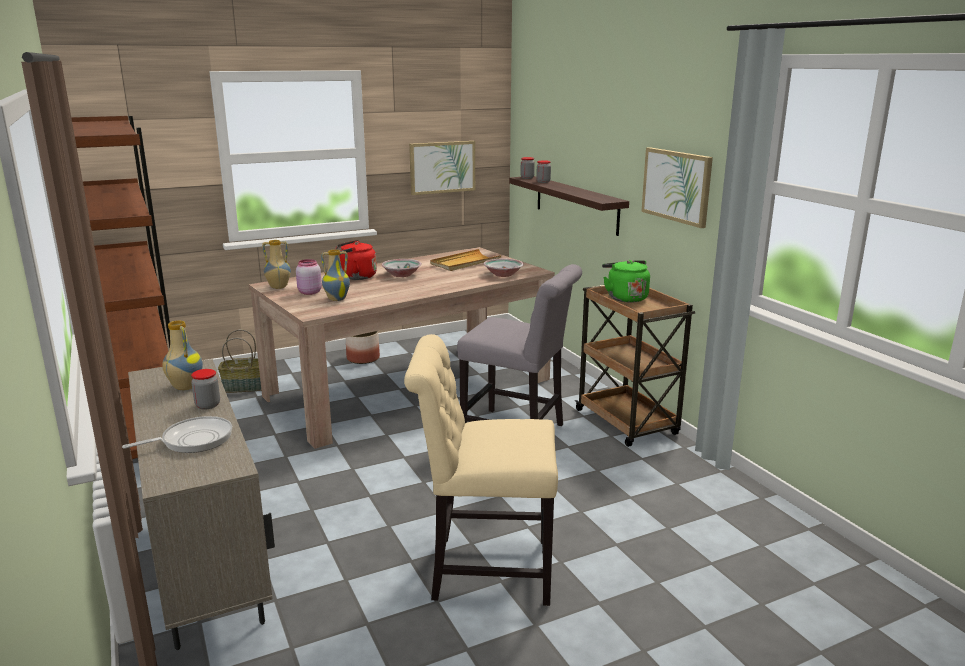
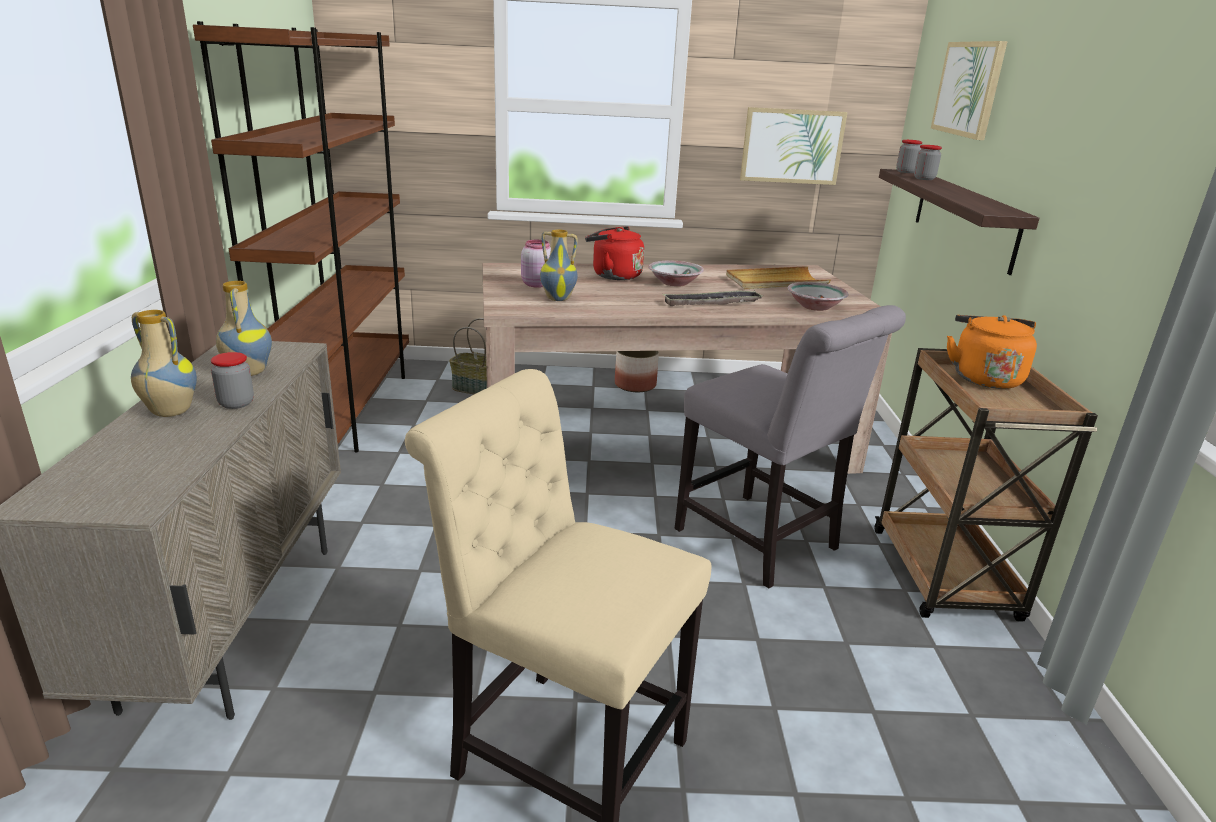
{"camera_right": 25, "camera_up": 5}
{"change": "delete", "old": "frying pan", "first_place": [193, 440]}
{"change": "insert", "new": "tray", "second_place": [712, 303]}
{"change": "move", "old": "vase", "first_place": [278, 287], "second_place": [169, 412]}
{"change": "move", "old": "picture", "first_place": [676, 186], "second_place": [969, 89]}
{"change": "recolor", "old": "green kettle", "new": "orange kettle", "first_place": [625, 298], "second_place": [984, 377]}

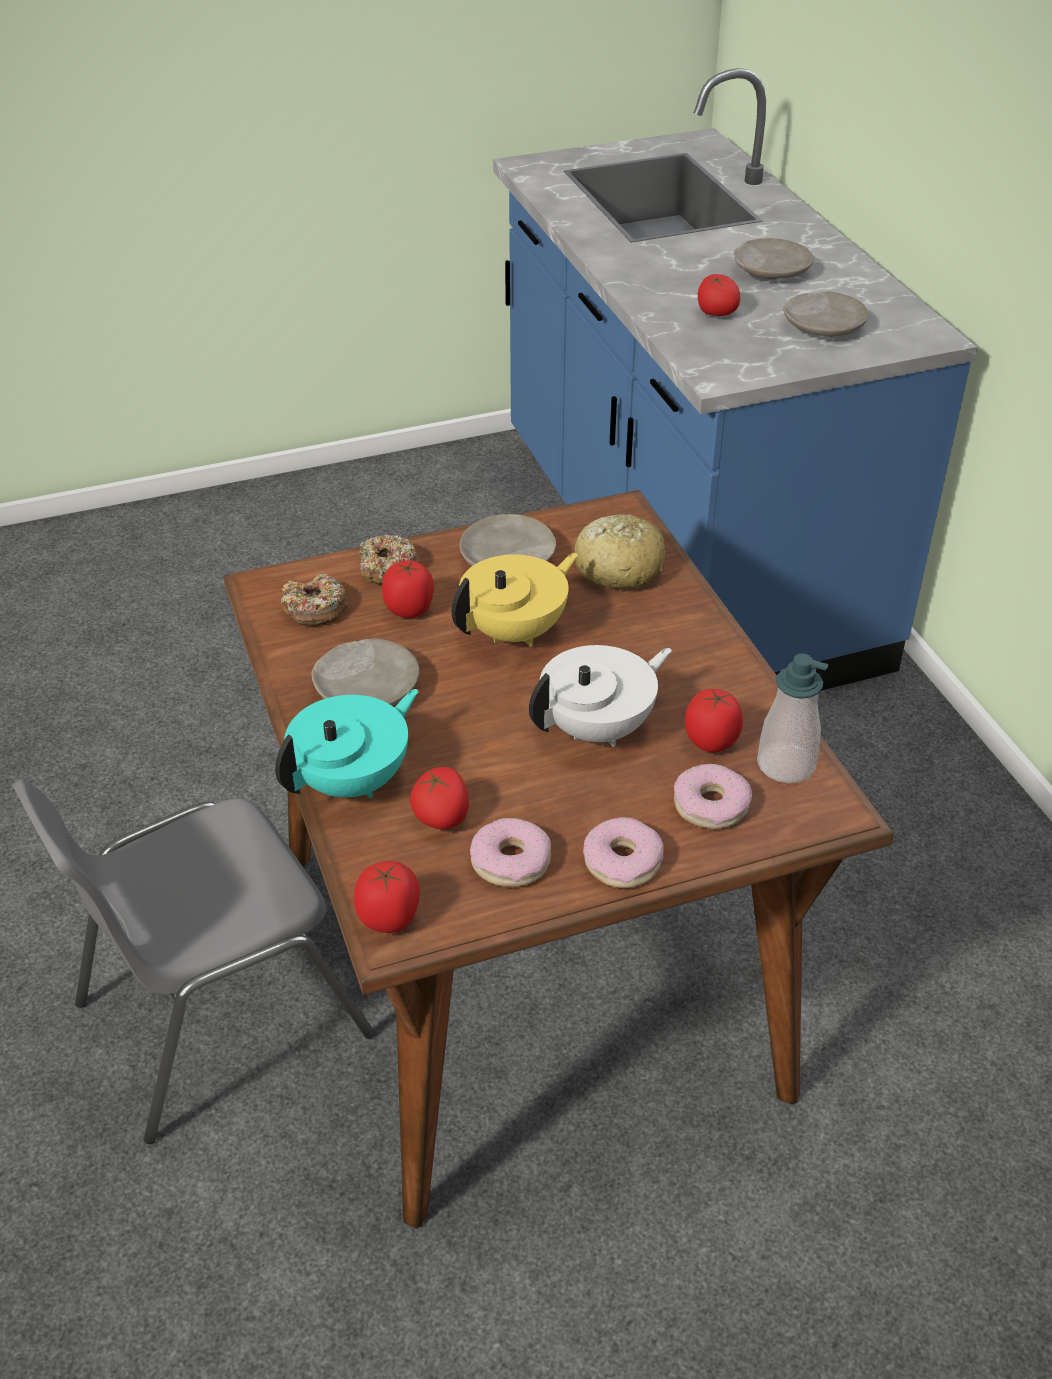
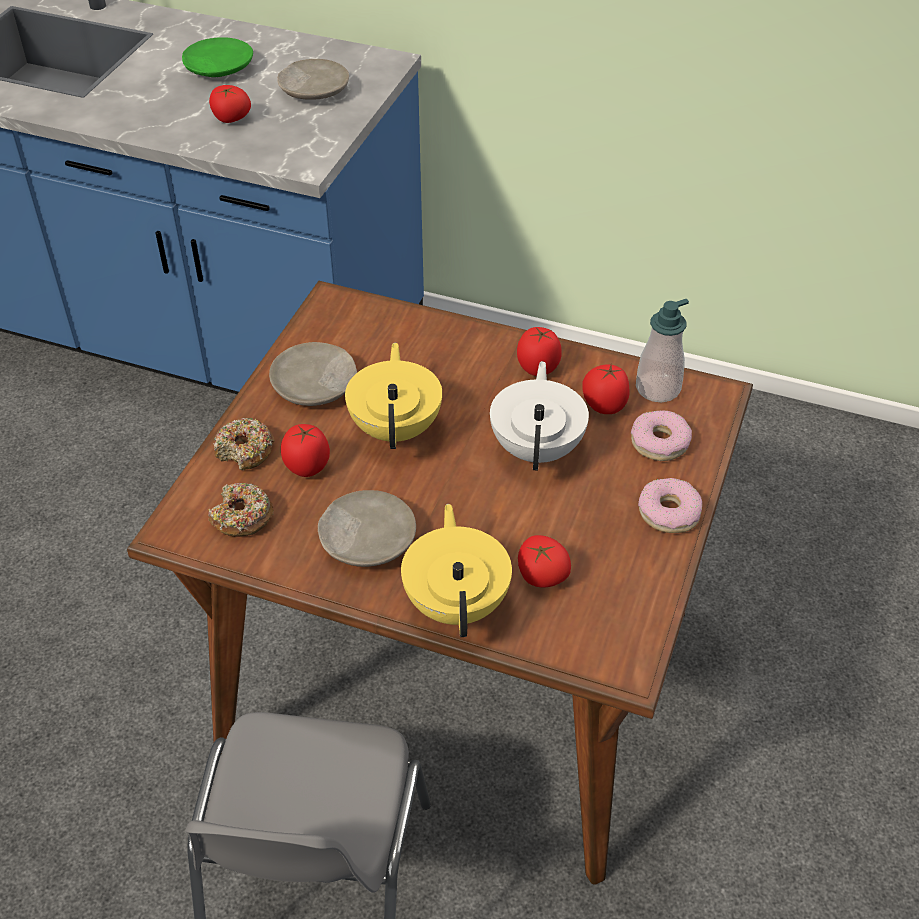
{"camera_right": -50, "camera_up": 5}
{"change": "delete", "old": "donut", "first_place": [511, 862]}
{"change": "delete", "old": "bread", "first_place": [618, 567]}
{"change": "move", "old": "tomato", "first_place": [389, 918], "second_place": [538, 368]}
{"change": "recolor", "old": "turquoise teapot", "new": "yellow teapot", "first_place": [354, 781], "second_place": [457, 602]}
{"change": "recolor", "old": "beige plate", "new": "green plate", "first_place": [771, 271], "second_place": [218, 68]}

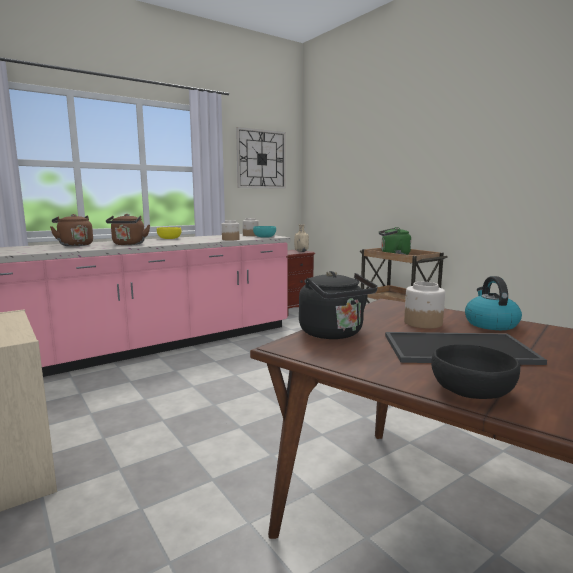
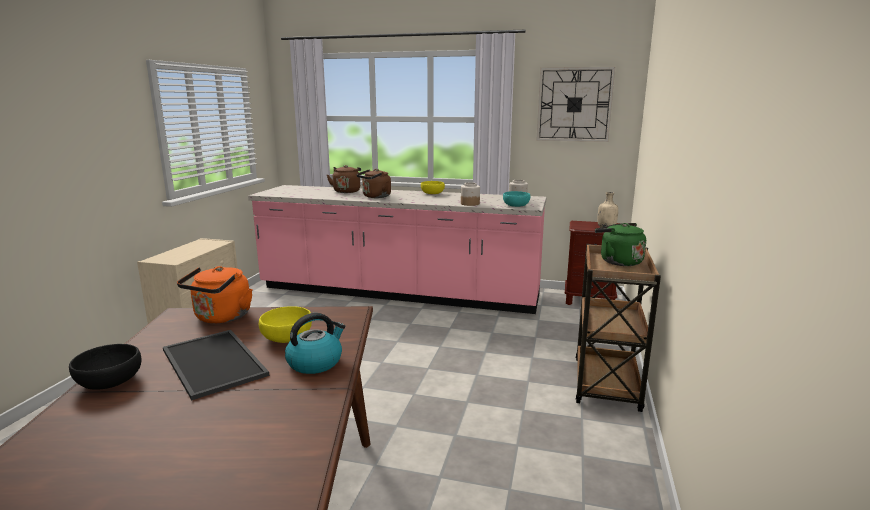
{"camera_right": 50, "camera_up": 5}
{"change": "replace", "old": "jar", "new": "yellow bowl", "first_place": [422, 323], "second_place": [287, 337]}
{"change": "recolor", "old": "black kettle", "new": "orange kettle", "first_place": [334, 334], "second_place": [221, 318]}

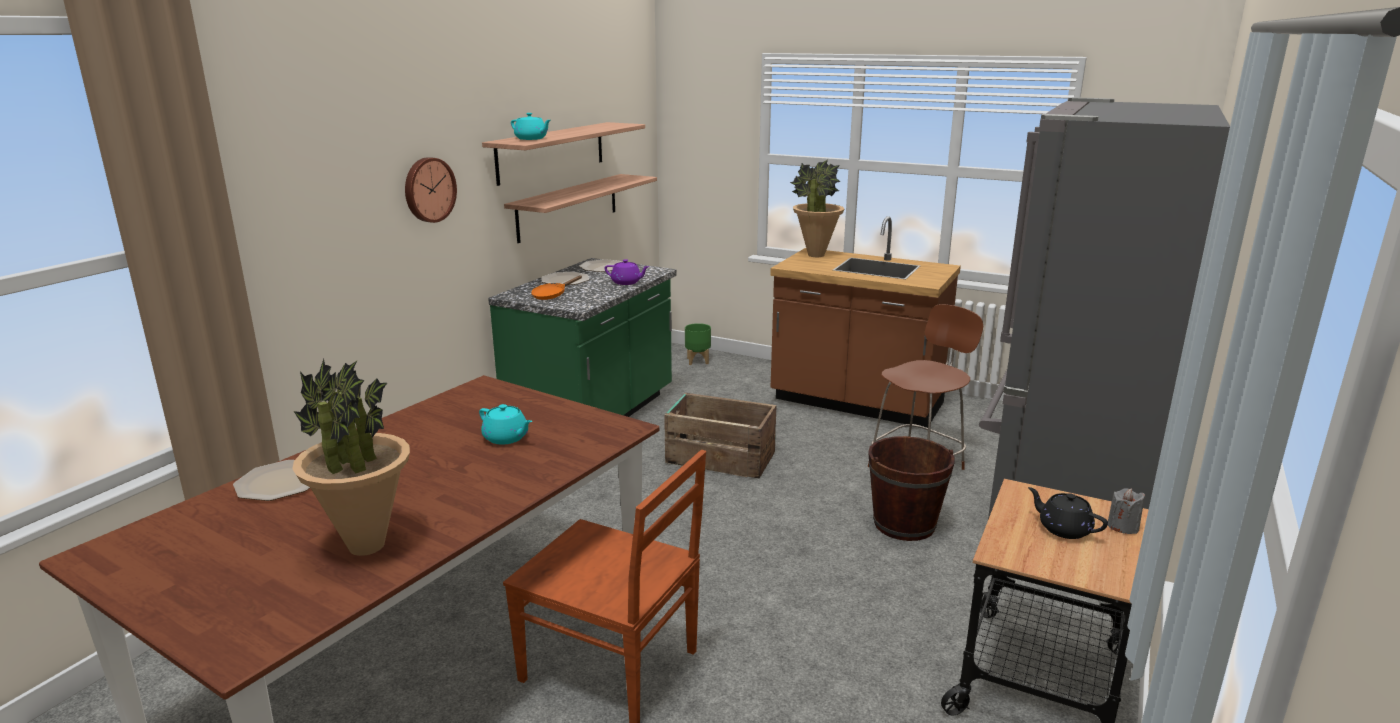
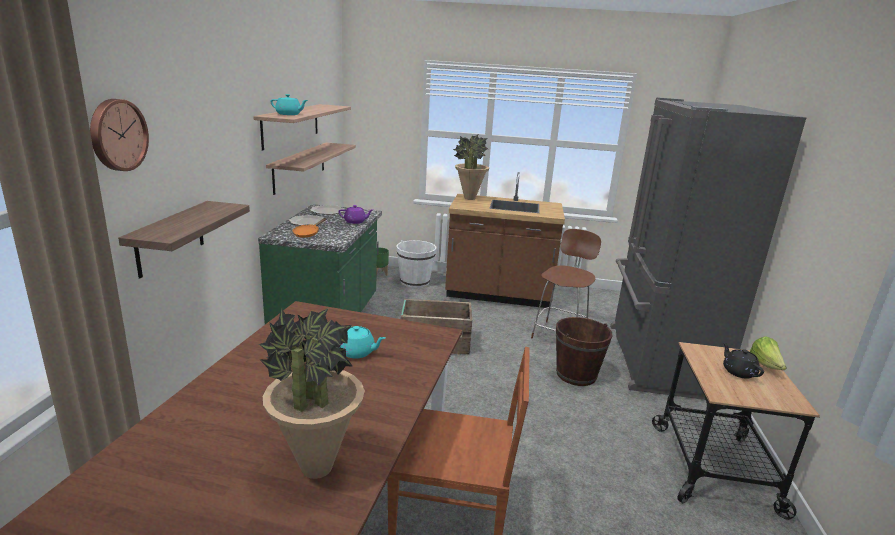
{"camera_right": -20, "camera_up": 0}
{"change": "delete", "old": "plate", "first_place": [279, 483]}
{"change": "insert", "new": "shelf", "second_place": [170, 238]}
{"change": "insert", "new": "white bucket", "second_place": [415, 282]}
{"change": "move", "old": "wall clock", "first_place": [428, 189], "second_place": [117, 135]}
{"change": "replace", "old": "grey candle", "new": "lettuce", "first_place": [1123, 527], "second_place": [765, 365]}
{"change": "rotate", "old": "black teapot", "first_place": [1063, 529], "second_place": [738, 372], "degrees": 45}

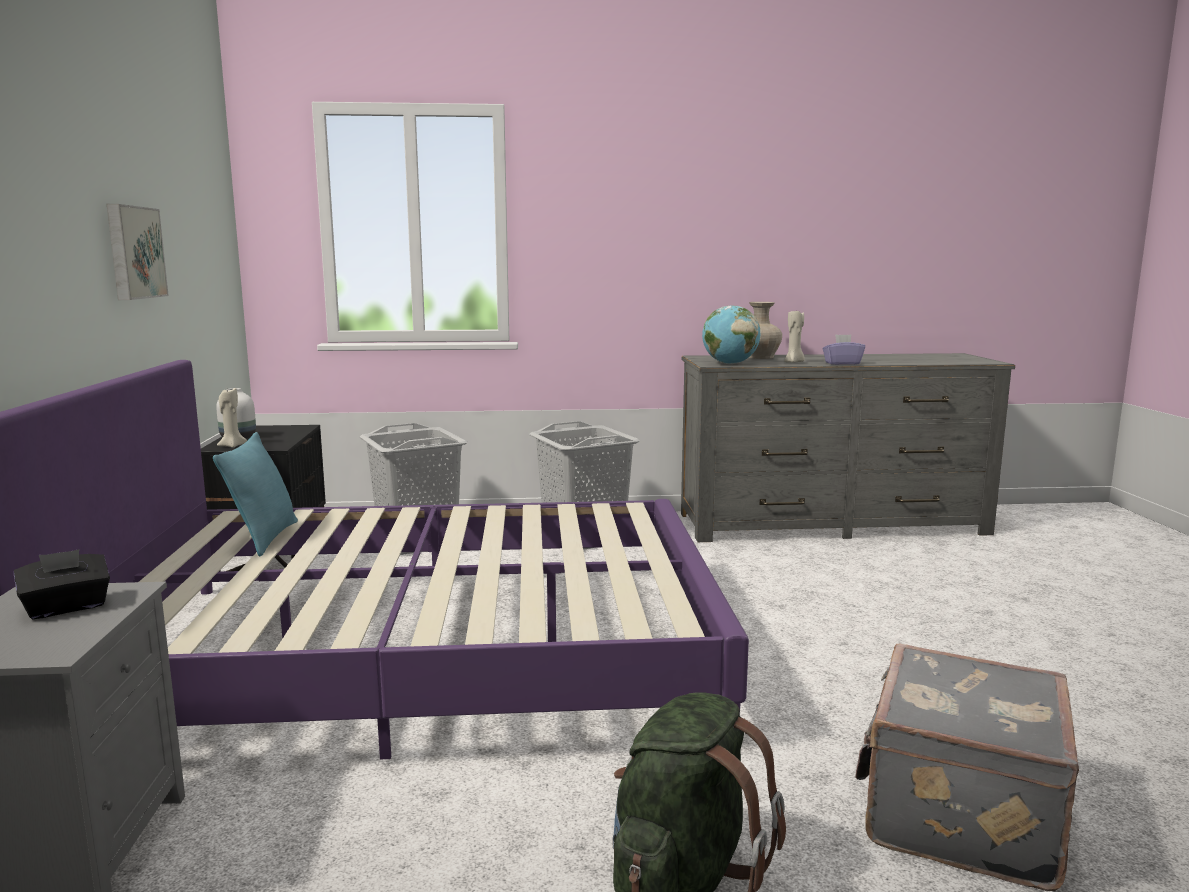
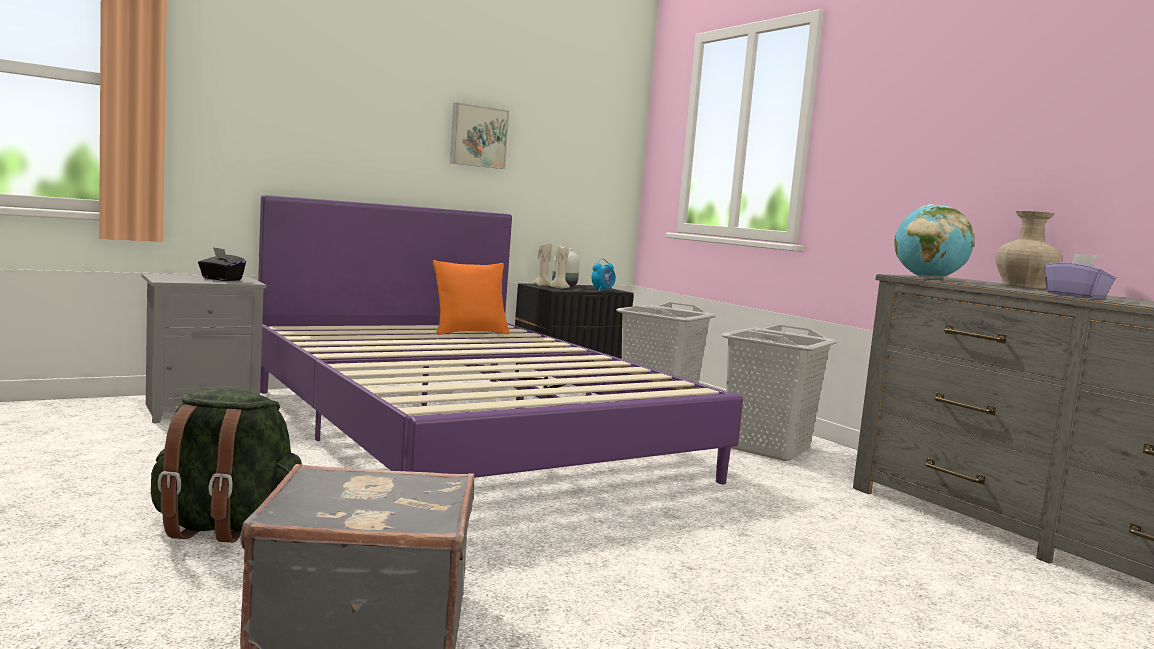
{"camera_right": 60, "camera_up": -5}
{"change": "insert", "new": "alarm clock", "second_place": [602, 290]}
{"change": "move", "old": "beige candle", "first_place": [794, 362], "second_place": [559, 288]}
{"change": "recolor", "old": "turquoise pillow", "new": "orange pillow", "first_place": [264, 538], "second_place": [469, 332]}

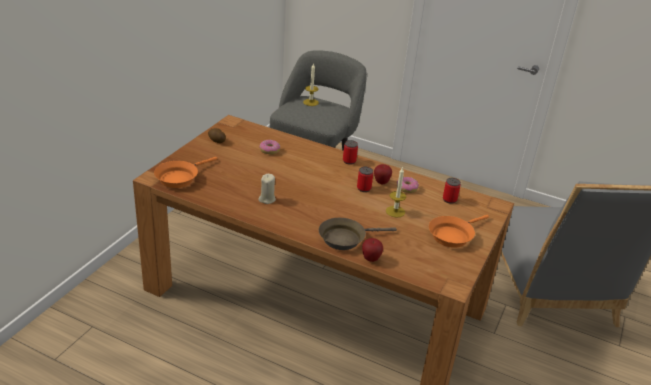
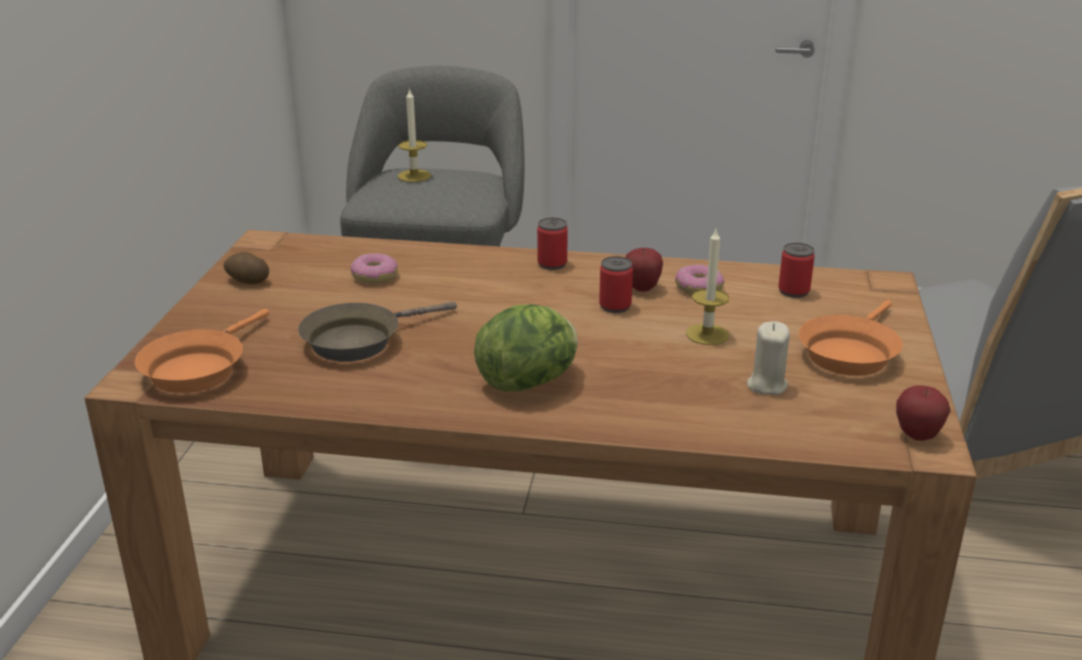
{"camera_right": -15, "camera_up": -5}
{"change": "insert", "new": "lettuce", "second_place": [529, 382]}
{"change": "move", "old": "beige candle", "first_place": [267, 199], "second_place": [766, 385]}
{"change": "move", "old": "brown frying pan", "first_place": [345, 238], "second_place": [359, 340]}
{"change": "move", "old": "apple", "first_place": [371, 259], "second_place": [917, 436]}

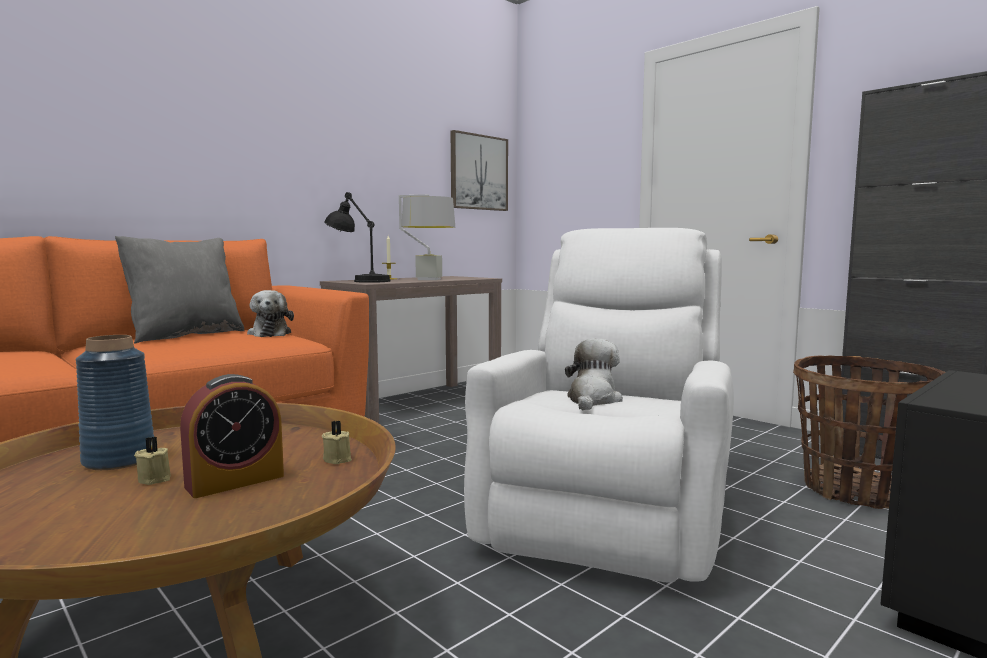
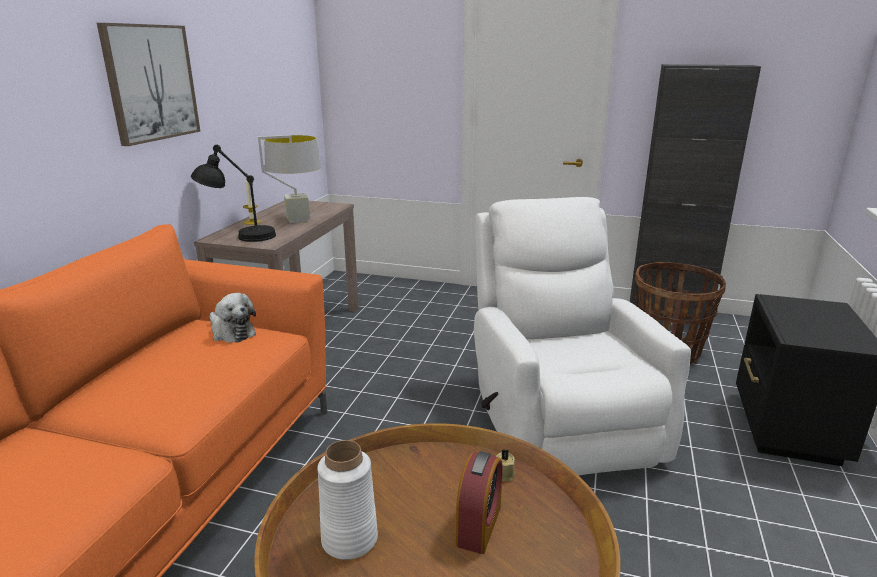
{"camera_right": -30, "camera_up": 15}
{"change": "delete", "old": "grey pillow", "first_place": [185, 335]}
{"change": "delete", "old": "beige candle", "first_place": [156, 478]}
{"change": "delete", "old": "plush toy", "first_place": [592, 400]}
{"change": "move", "old": "picture", "first_place": [478, 172], "second_place": [151, 83]}
{"change": "recolor", "old": "blue vase", "new": "white vase", "first_place": [118, 460], "second_place": [349, 539]}

